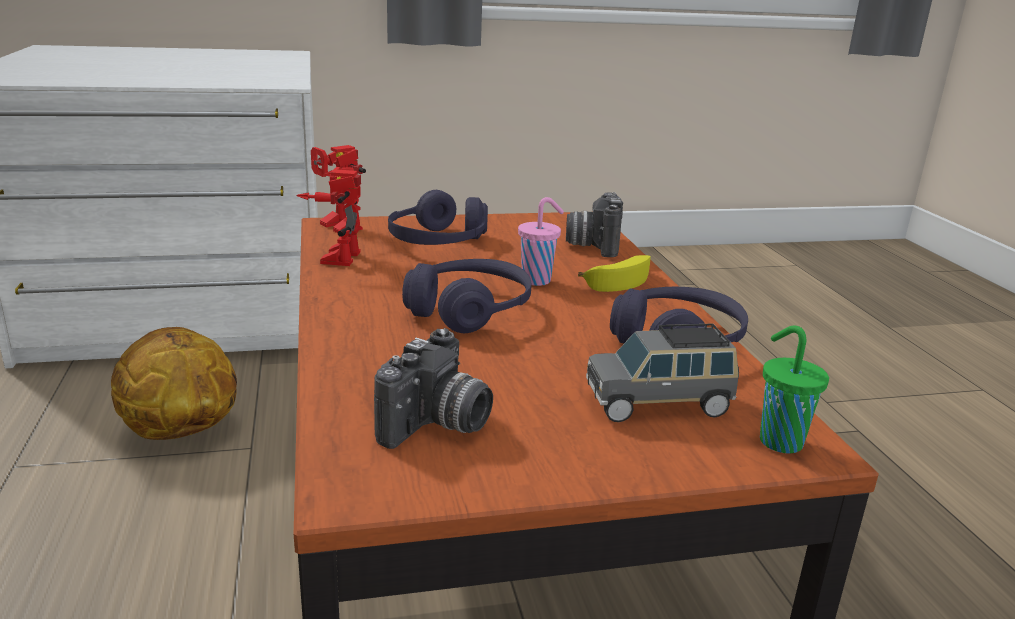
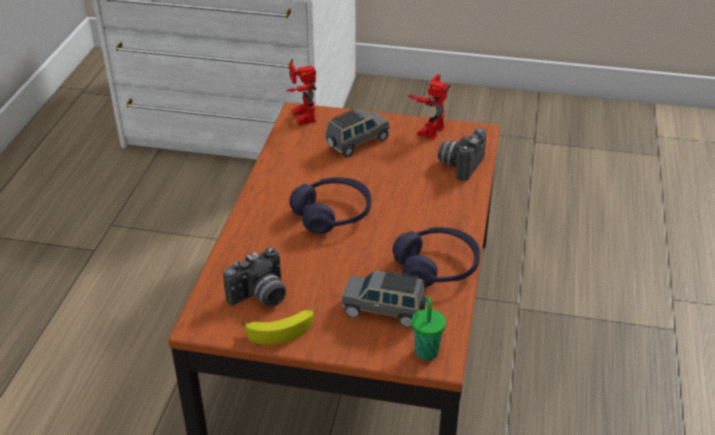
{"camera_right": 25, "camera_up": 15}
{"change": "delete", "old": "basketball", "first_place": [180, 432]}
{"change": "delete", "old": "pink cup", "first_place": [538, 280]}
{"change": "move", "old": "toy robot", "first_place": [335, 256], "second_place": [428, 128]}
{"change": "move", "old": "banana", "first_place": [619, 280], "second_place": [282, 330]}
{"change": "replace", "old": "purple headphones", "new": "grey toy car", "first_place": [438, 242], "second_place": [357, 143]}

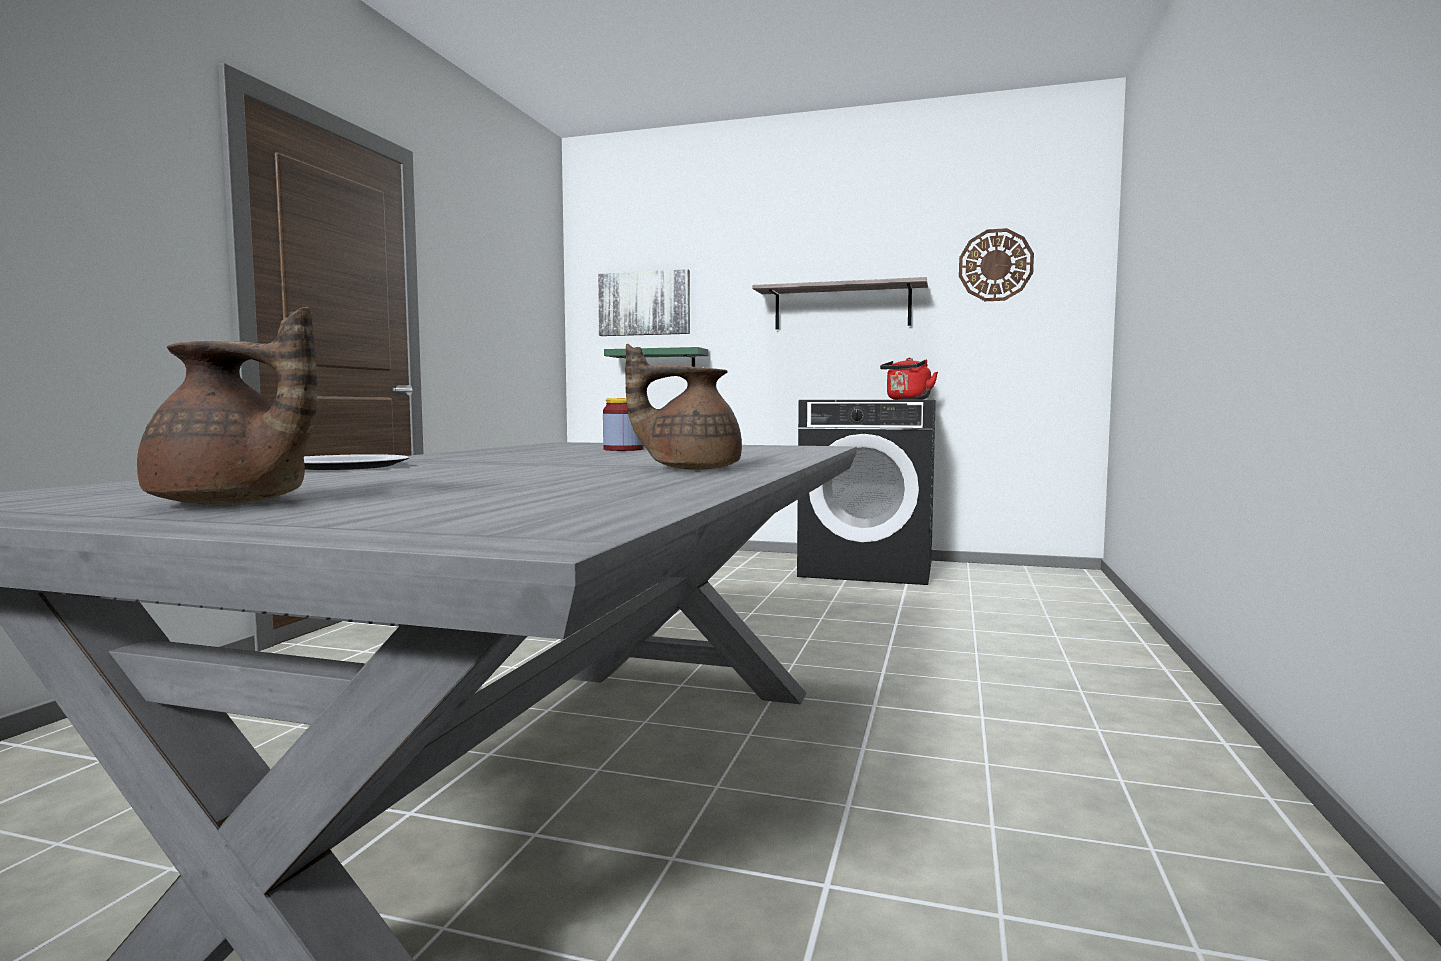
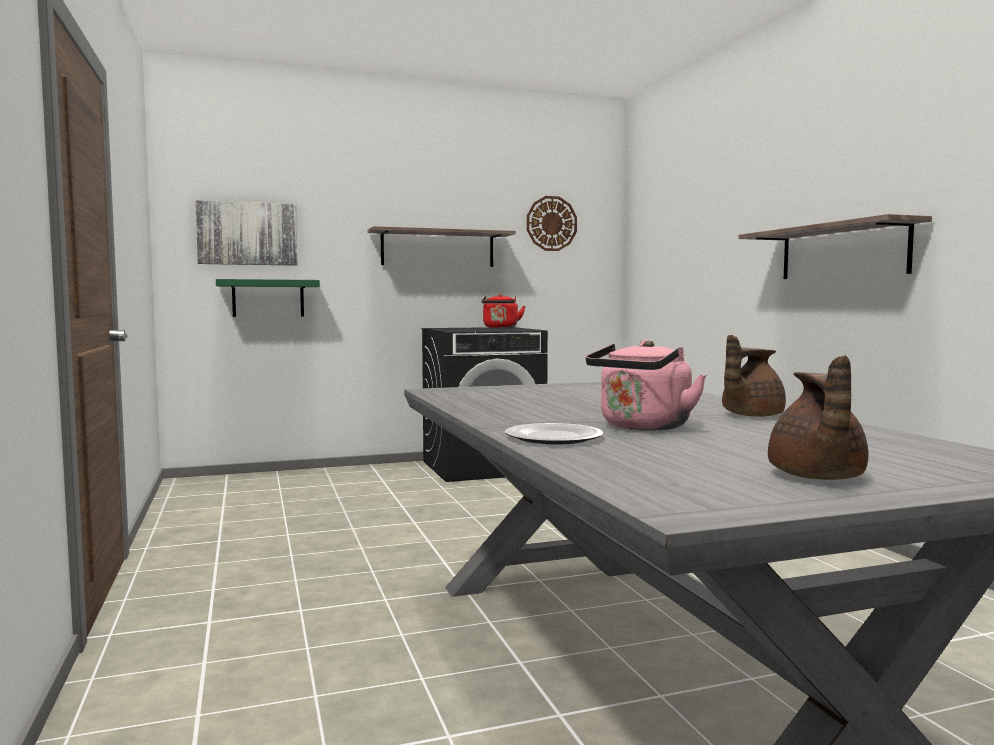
{"camera_right": -35, "camera_up": 0}
{"change": "delete", "old": "jar", "first_place": [623, 449]}
{"change": "insert", "new": "pink kettle", "second_place": [642, 427]}
{"change": "insert", "new": "shelf", "second_place": [842, 252]}
{"change": "rotate", "old": "brown teapot", "first_place": [232, 503], "second_place": [816, 477], "degrees": 120}

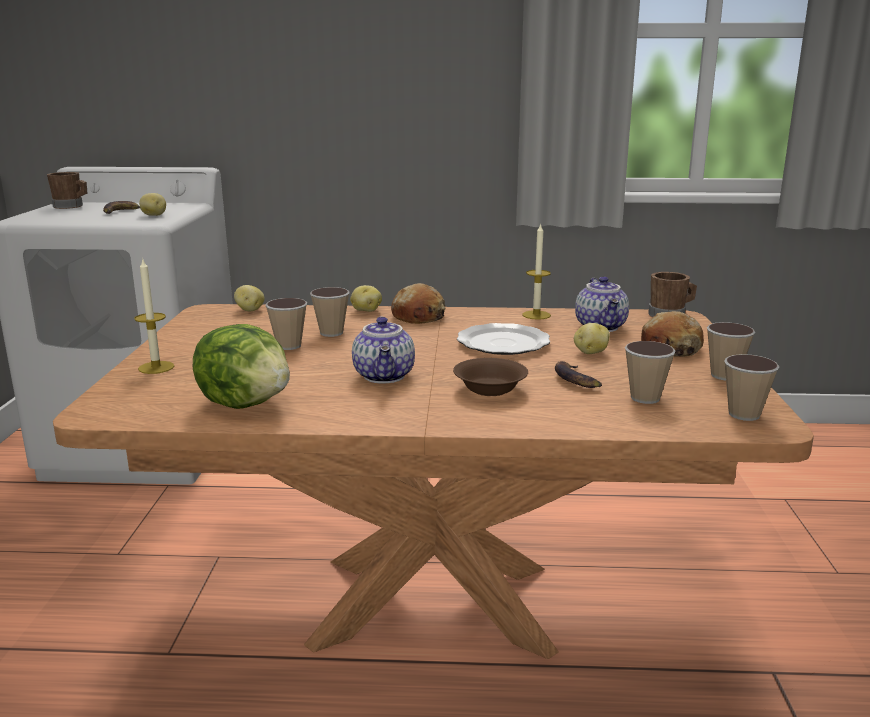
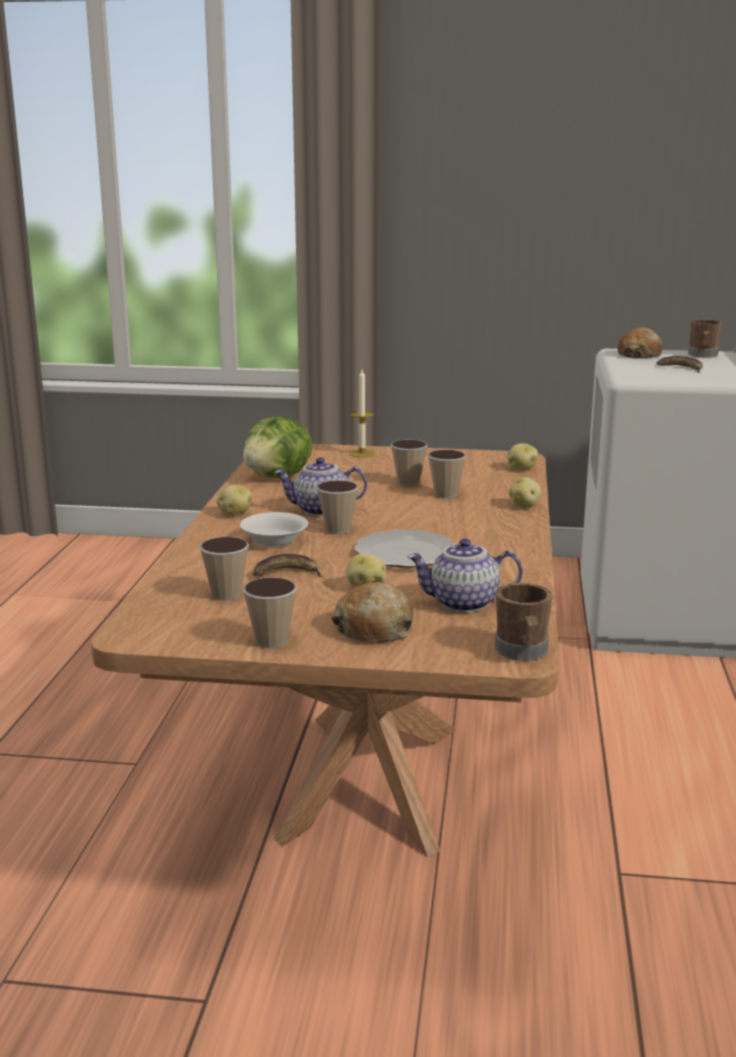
{"camera_right": 95, "camera_up": 0}
{"change": "delete", "old": "candle", "first_place": [536, 315]}
{"change": "move", "old": "potato", "first_place": [154, 215], "second_place": [234, 513]}
{"change": "move", "old": "bread", "first_place": [419, 316], "second_place": [639, 355]}
{"change": "move", "old": "cup", "first_place": [744, 414], "second_place": [337, 530]}
{"change": "recolor", "old": "brown bowl", "new": "white bowl", "first_place": [489, 390], "second_place": [274, 541]}

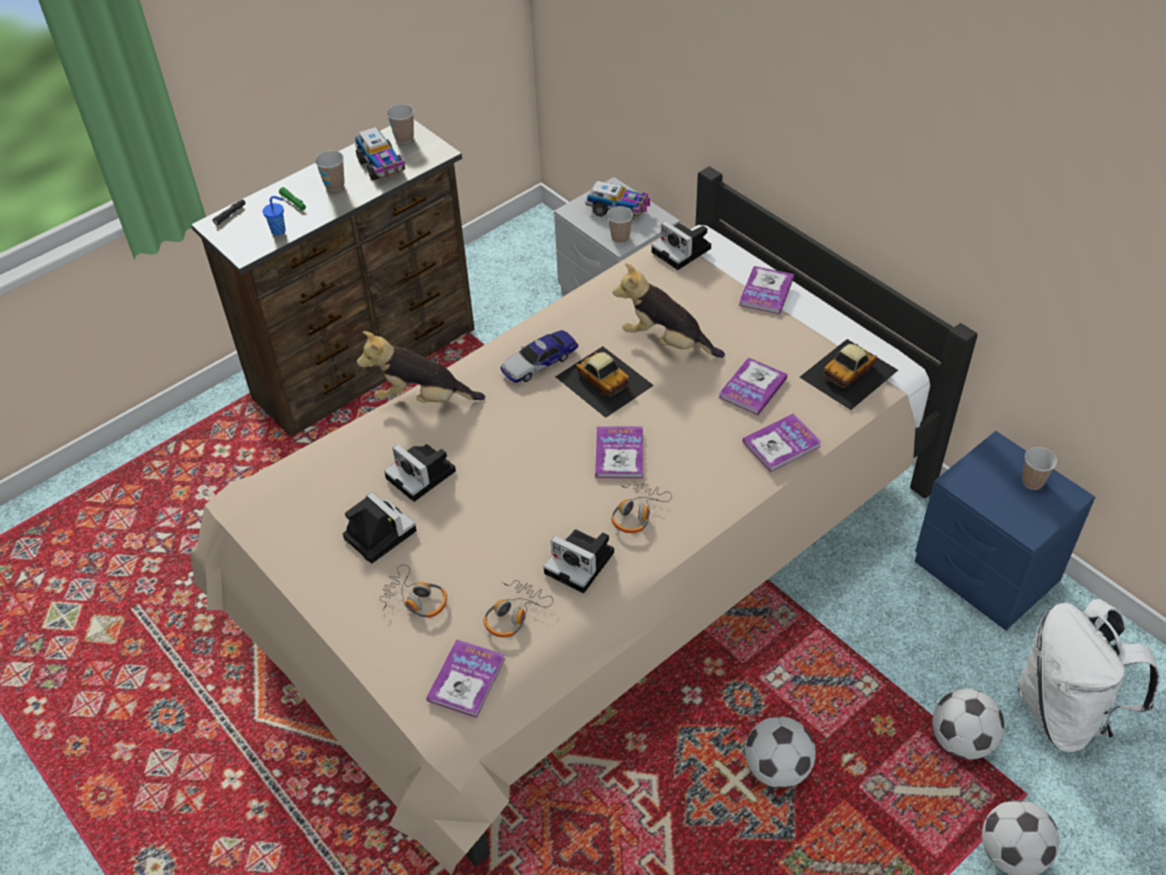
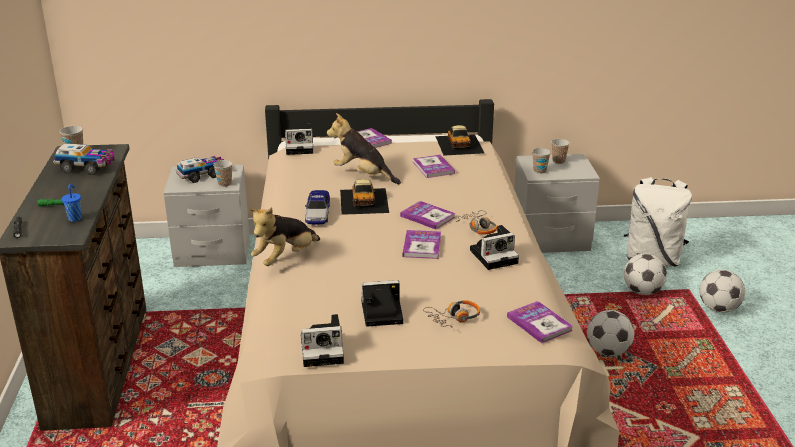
{"camera_right": -55, "camera_up": -20}
{"change": "delete", "old": "headphones", "first_place": [514, 614]}
{"change": "move", "old": "cup", "first_place": [334, 185], "second_place": [539, 171]}
{"change": "move", "old": "photo camera", "first_place": [423, 475], "second_place": [324, 350]}
{"change": "move", "old": "book", "first_place": [781, 444], "second_place": [422, 246]}
{"change": "recolor", "old": "blue nightstand", "new": "grey nightstand", "first_place": [986, 571], "second_place": [550, 239]}
{"change": "rotate", "old": "toy car", "first_place": [604, 380], "second_place": [364, 200], "degrees": 90}
{"change": "rotate", "old": "plush toy", "first_place": [666, 342], "second_place": [363, 175], "degrees": 60}

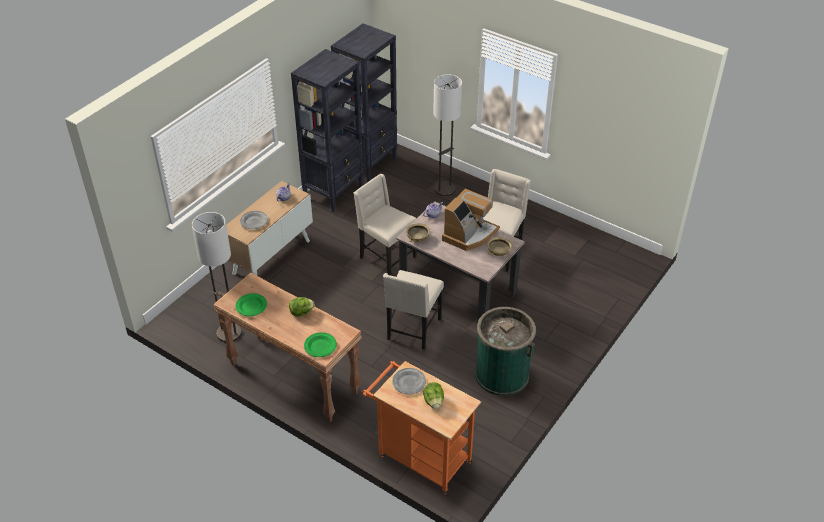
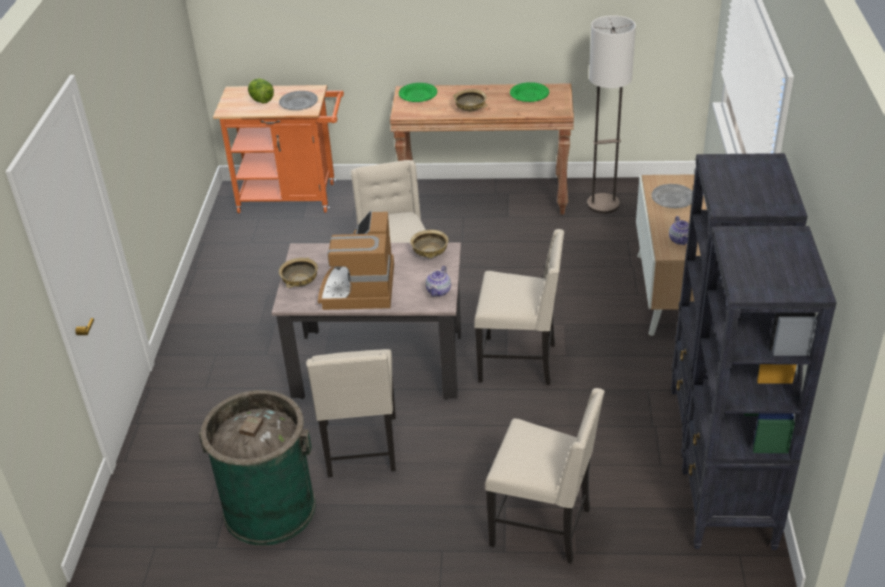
{"camera_right": 150, "camera_up": -5}
{"change": "move", "old": "green trash can", "first_place": [502, 374], "second_place": [269, 509]}
{"change": "replace", "old": "lettuce", "new": "beige bowl", "first_place": [301, 312], "second_place": [470, 109]}
{"change": "replace", "old": "floor lamp", "new": "beige chair", "first_place": [444, 189], "second_place": [543, 526]}

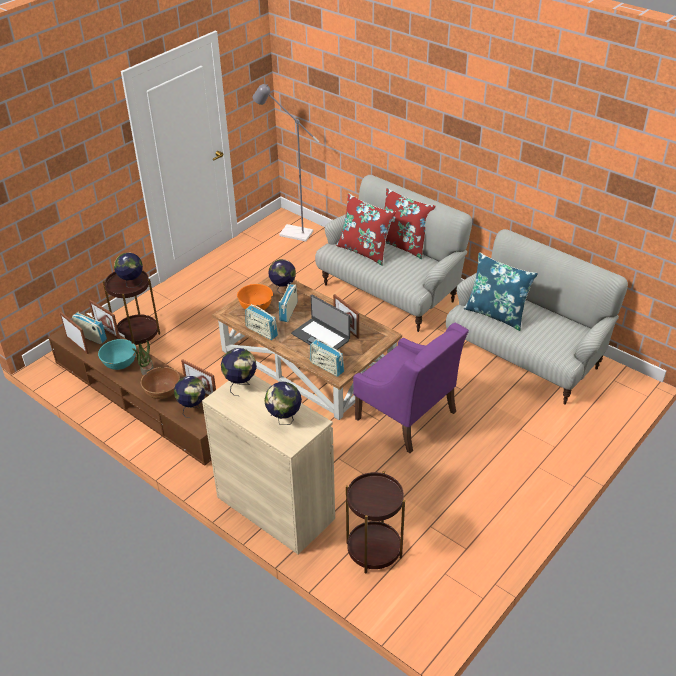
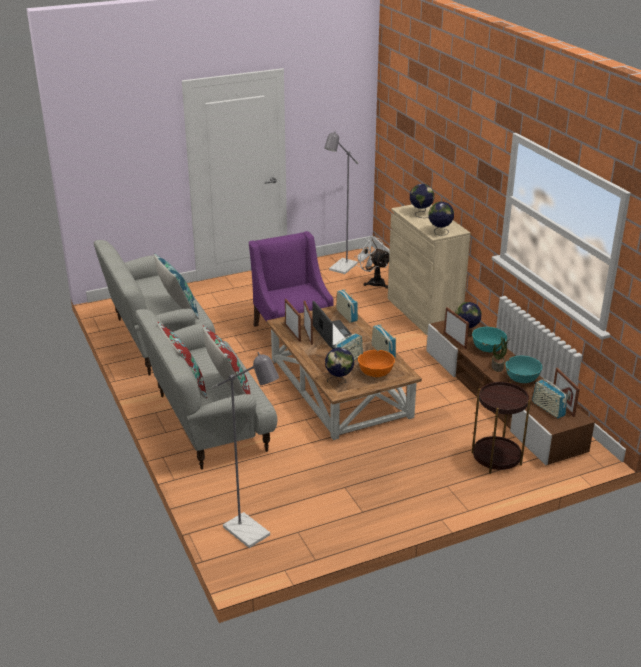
{"camera_right": -155, "camera_up": -10}
{"change": "delete", "old": "globe", "first_place": [131, 283]}
{"change": "insert", "new": "grey floor lamp", "second_place": [340, 269]}
{"change": "move", "old": "picture frame", "first_place": [107, 331], "second_place": [292, 333]}
{"change": "replace", "old": "brown side table", "new": "white fan", "first_place": [374, 550], "second_place": [373, 282]}
{"change": "recolor", "old": "brown bowl", "new": "turquoise bowl", "first_place": [162, 392], "second_place": [488, 348]}

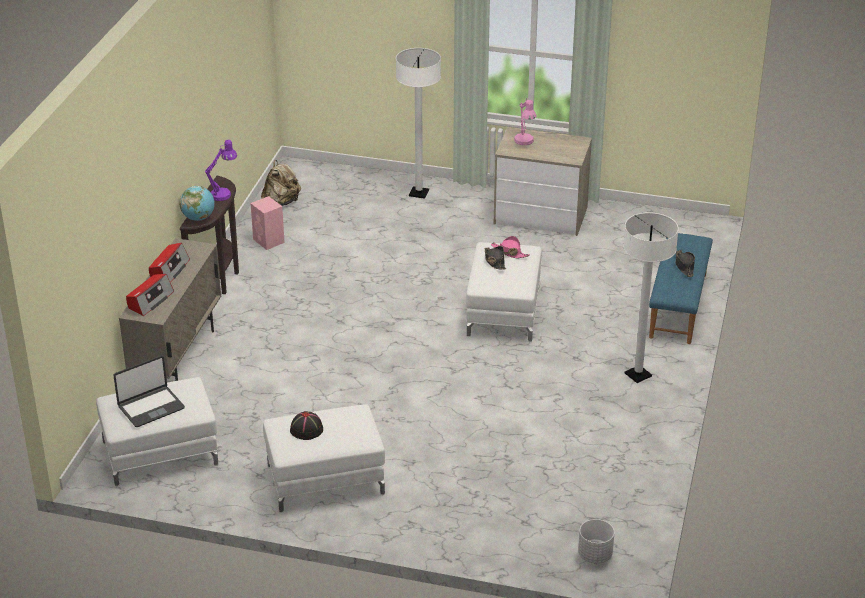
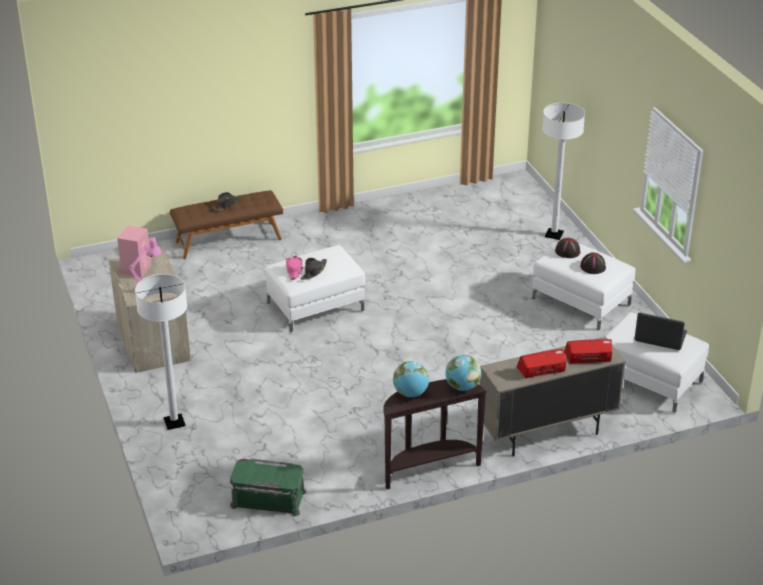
{"camera_right": -125, "camera_up": 0}
{"change": "delete", "old": "white planter", "first_place": [594, 555]}
{"change": "insert", "new": "black hat", "second_place": [567, 251]}
{"change": "move", "old": "pink speaker", "first_place": [269, 241], "second_place": [136, 269]}
{"change": "move", "old": "white floor lamp", "first_place": [638, 375], "second_place": [554, 234]}
{"change": "replace", "old": "purple table lamp", "new": "globe", "first_place": [224, 193], "second_place": [410, 393]}
{"change": "replace", "old": "beige backpack", "new": "green storage box", "first_place": [281, 202], "second_place": [268, 499]}
{"change": "recolor", "old": "blue bench", "new": "brown bench", "first_place": [678, 306], "second_place": [228, 240]}

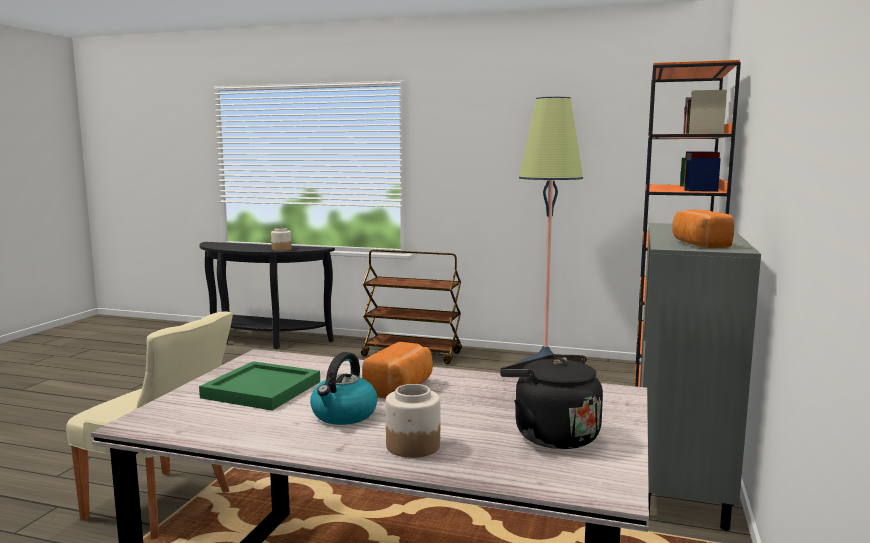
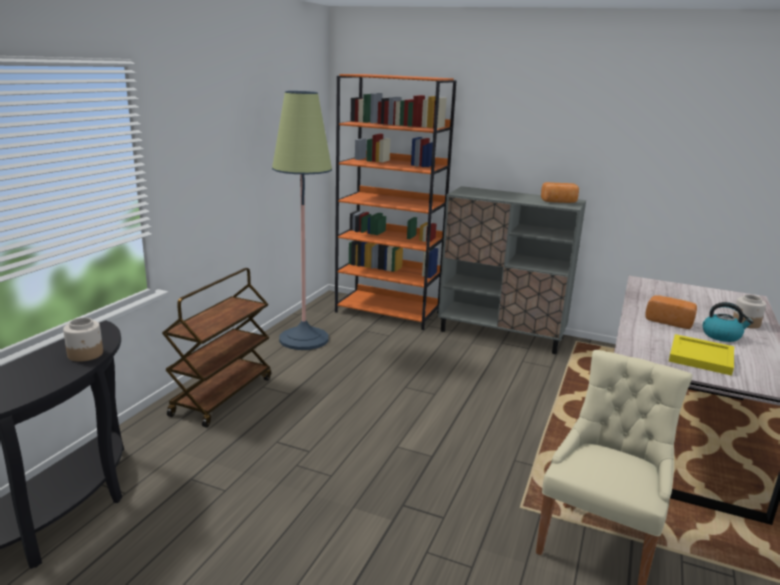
{"camera_right": -85, "camera_up": 10}
{"change": "delete", "old": "black kettle", "first_place": [551, 435]}
{"change": "recolor", "old": "green tray", "new": "yellow tray", "first_place": [264, 389], "second_place": [700, 356]}

